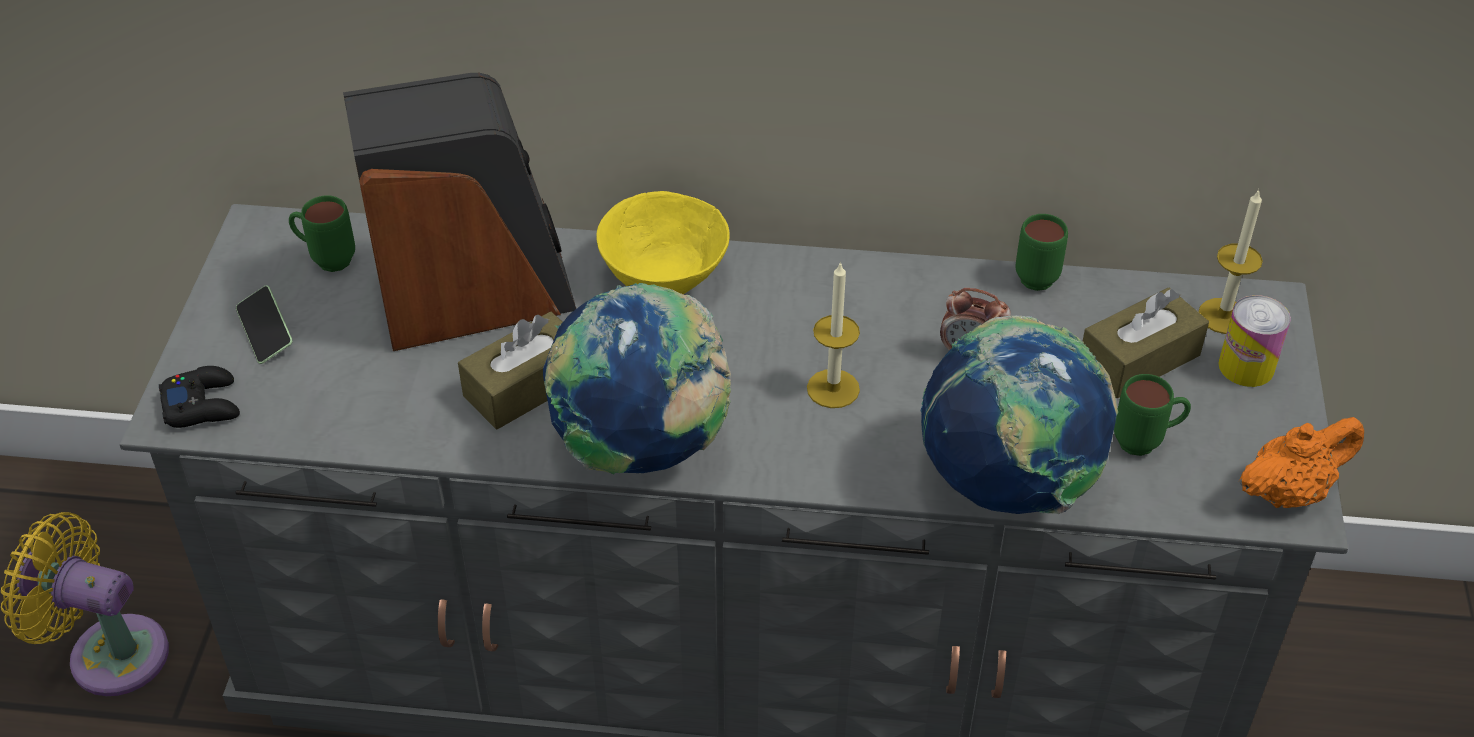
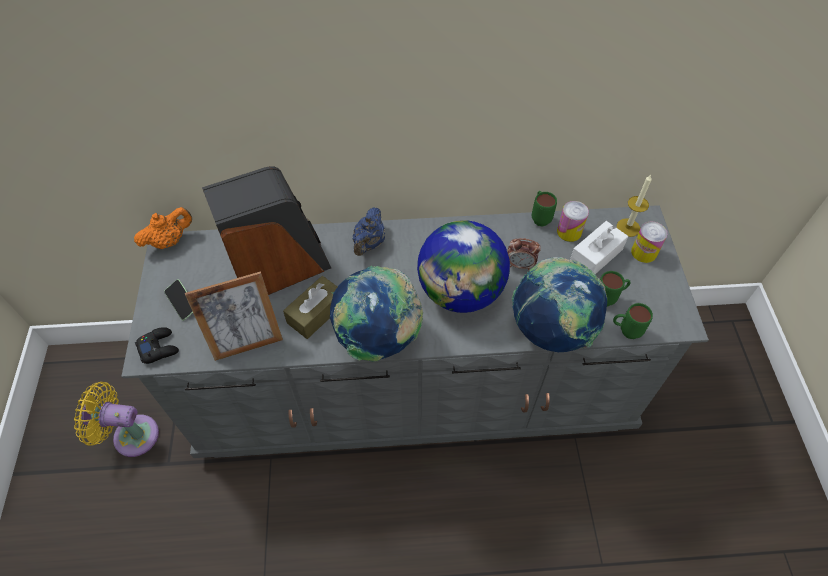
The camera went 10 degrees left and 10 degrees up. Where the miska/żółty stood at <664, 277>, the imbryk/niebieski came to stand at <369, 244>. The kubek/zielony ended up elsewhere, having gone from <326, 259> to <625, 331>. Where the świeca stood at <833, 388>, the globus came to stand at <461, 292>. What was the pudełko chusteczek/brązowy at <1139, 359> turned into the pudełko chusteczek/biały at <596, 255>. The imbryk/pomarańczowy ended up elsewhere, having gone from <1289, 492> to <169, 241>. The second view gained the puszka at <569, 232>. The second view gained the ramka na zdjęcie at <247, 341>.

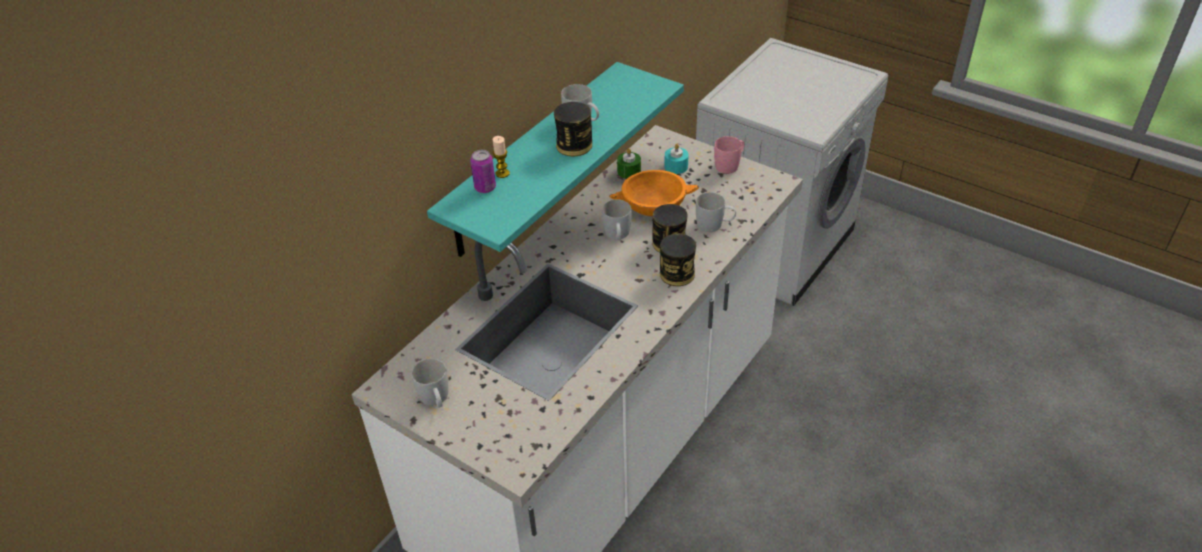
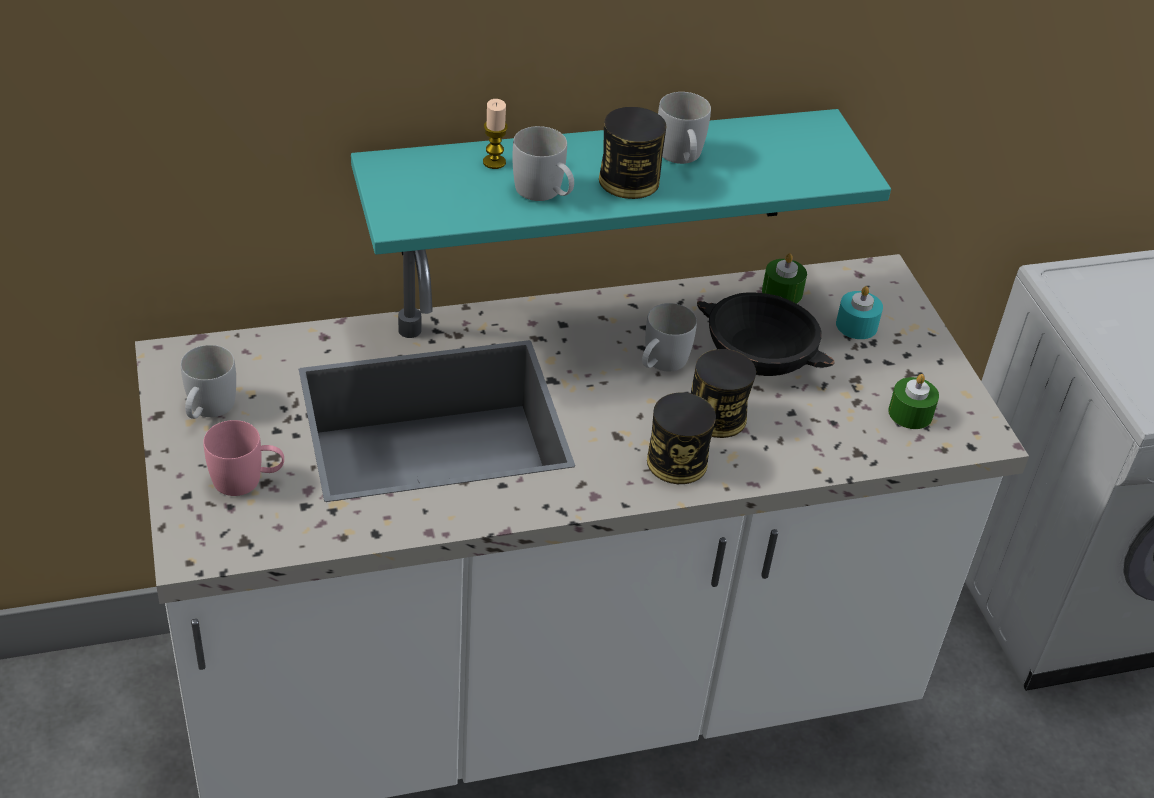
The camera went 35 degrees right and 0 degrees up. The kubek/różowy ended up elsewhere, having gone from <730, 165> to <247, 480>. The second view lost the puszka at <485, 188>. What was the miska/pomarańczowy at <653, 206> turned into the miska/czarny at <757, 356>. The kubek/biały ended up elsewhere, having gone from <714, 225> to <544, 193>. The second view gained the świeca/zielony at <910, 413>.

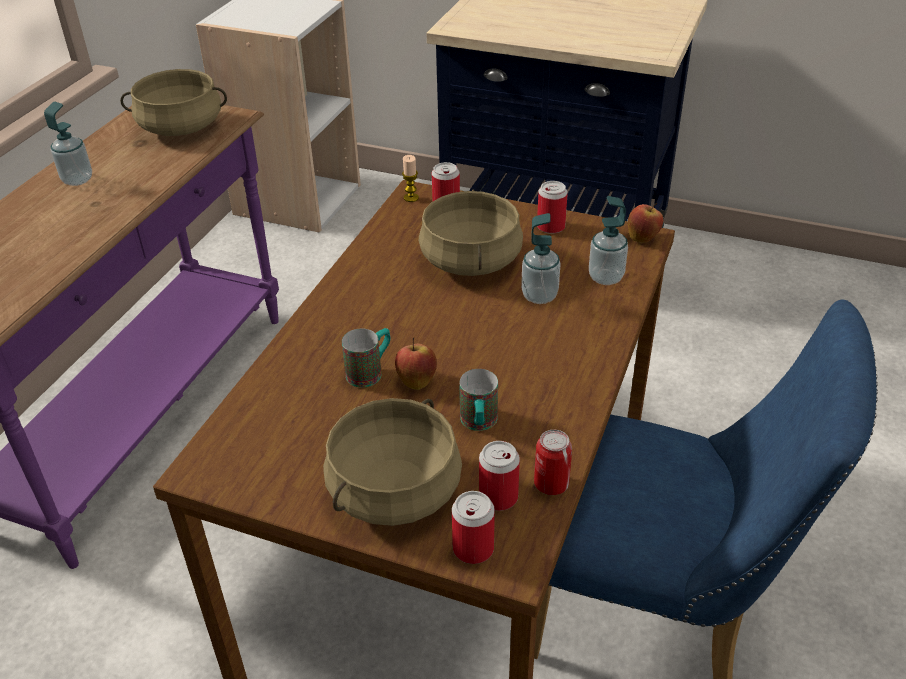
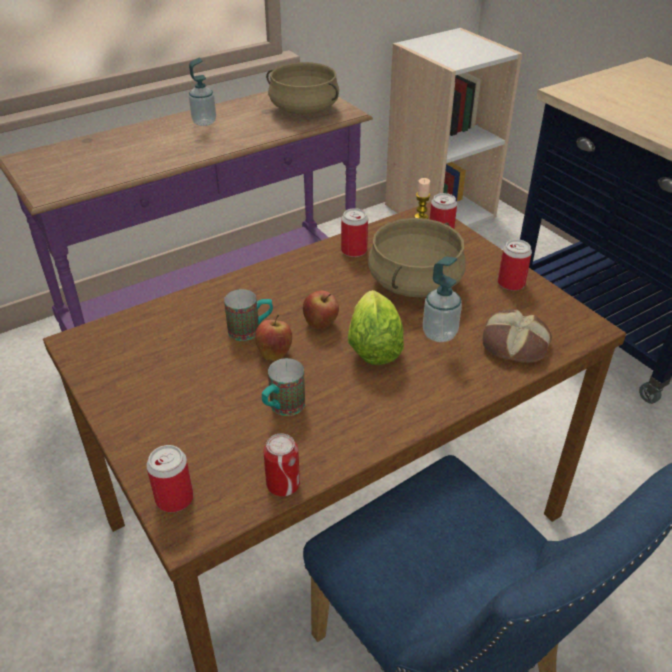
The camera went 35 degrees right and 0 degrees up. Where the dozownik mydła stood at <605, 277>, the chleb came to stand at <514, 344>. The jabłko ended up elsewhere, having gone from <643, 238> to <321, 324>. The second view lost the garnek/beżowy at <394, 489>. The puszka ended up elsewhere, having gone from <498, 497> to <354, 251>. The second view gained the sałata at <373, 344>.

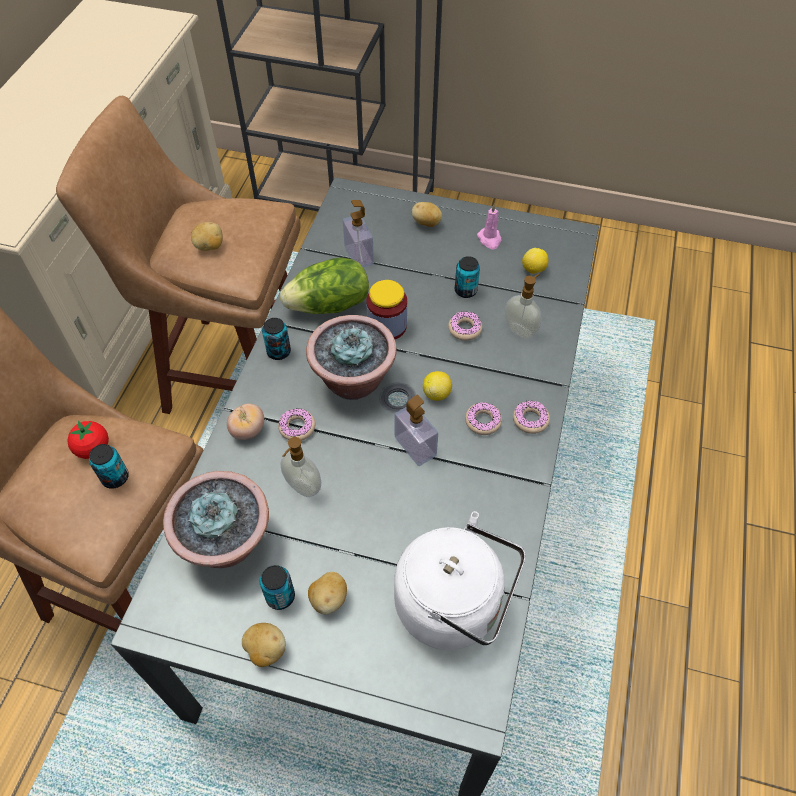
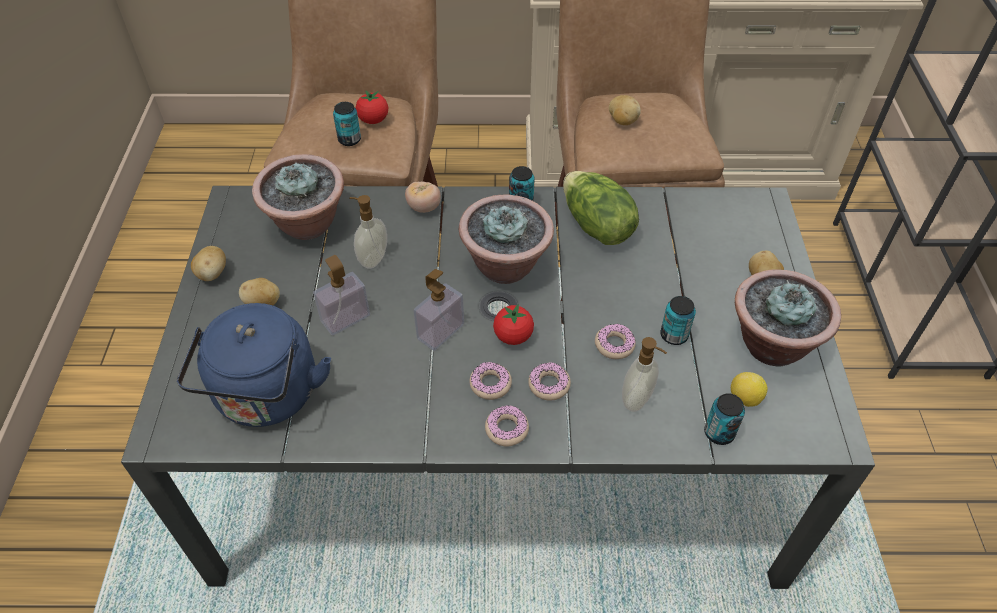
The camera went 75 degrees right and 5 degrees down. The dozownik mydła ended up elsewhere, having gone from <359, 255> to <345, 318>. Where the świeca/różowy stood at <489, 239>, the roślina doniczkowa came to stand at <771, 344>. The second view lost the słoik at <387, 326>. Where the cytryna stood at <436, 393>, the pomidor came to stand at <513, 336>. The donut ended up elsewhere, having gone from <297, 427> to <549, 385>. What was the czajnik/biały at <454, 605> turned into the czajnik/niebieski at <267, 398>. The puszka ended up elsewhere, having gone from <280, 596> to <719, 433>.

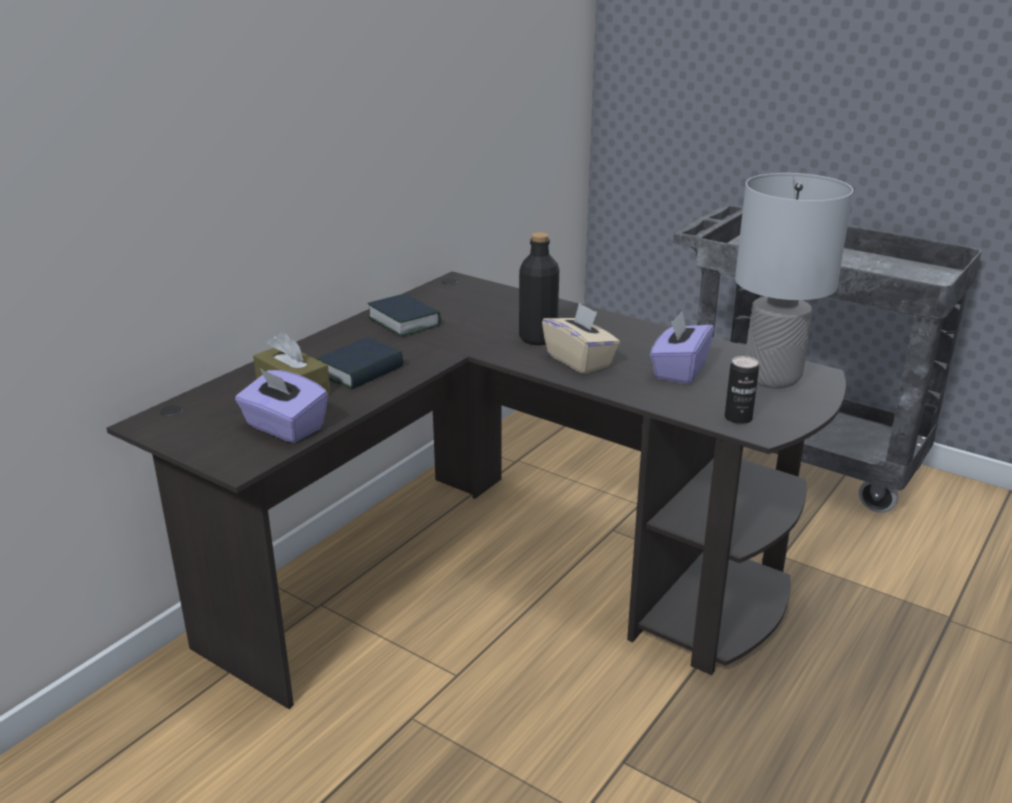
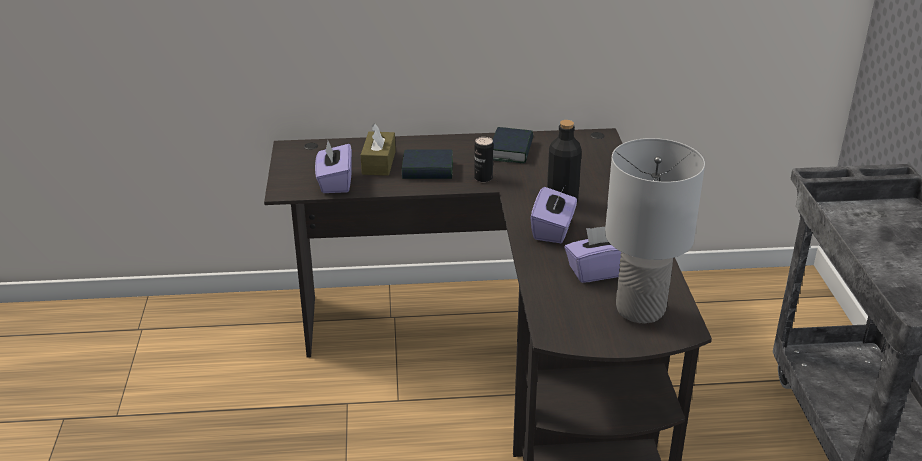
The camera went 50 degrees right and 5 degrees up. What was the pudełko chusteczek/beżowy at <579, 360> turned into the pudełko chusteczek/fioletowy at <553, 230>. The puszka ended up elsewhere, having gone from <738, 418> to <483, 178>.

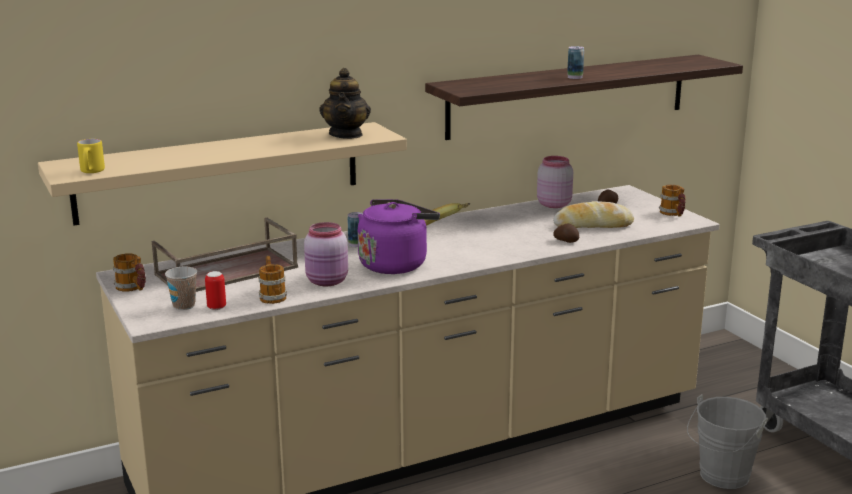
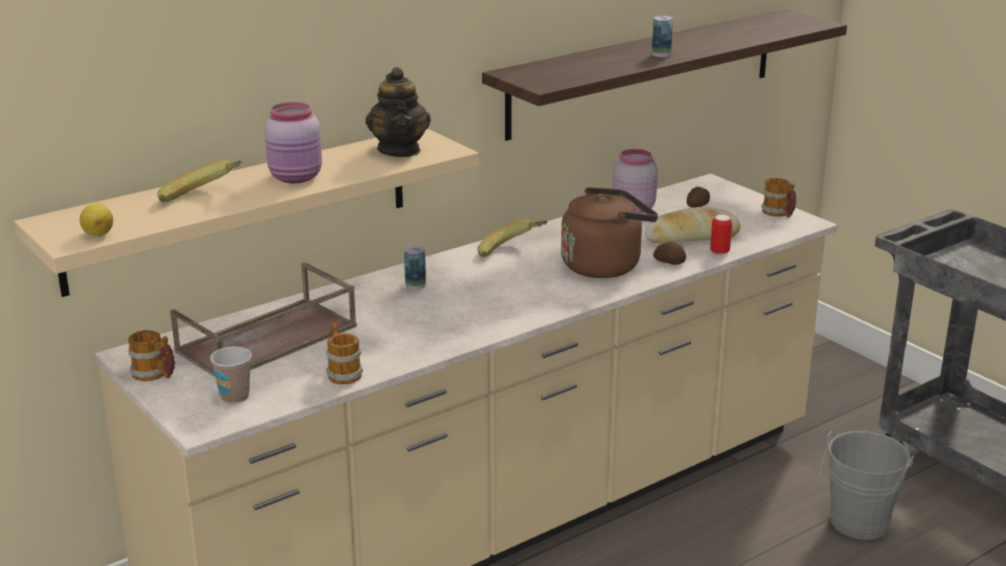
The camera went 10 degrees left and 5 degrees up. Where the kubek/żółty stood at <91, 172>, the cytryna came to stand at <98, 234>. The second view lost the czajnik/fioletowy at <395, 264>. The słoik/różowy ended up elsewhere, having gone from <328, 281> to <297, 177>. The puszka ended up elsewhere, having gone from <216, 307> to <719, 252>. The second view gained the banan at <204, 199>. The second view gained the czajnik/brązowy at <605, 265>.

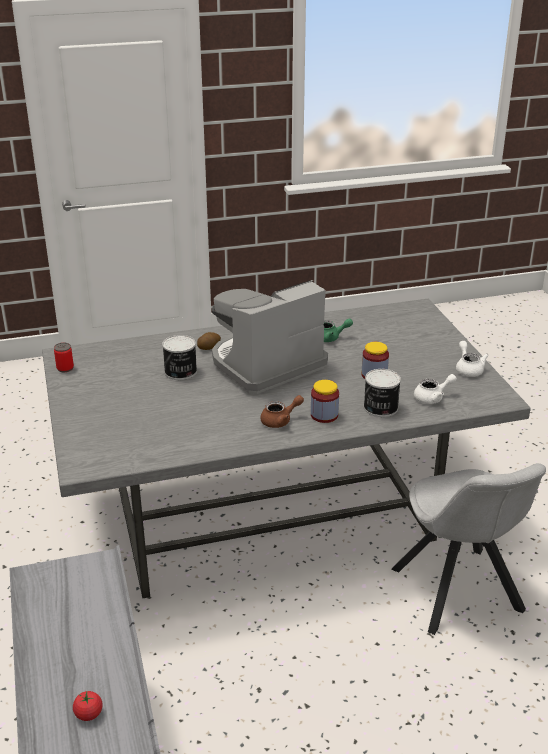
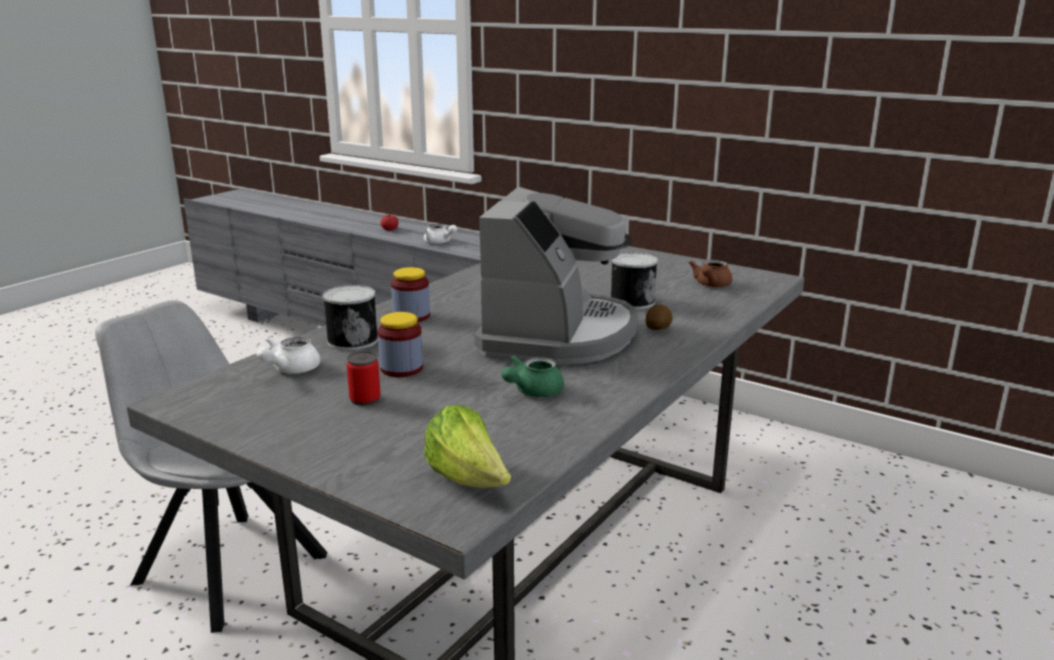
The camera went 140 degrees right and 10 degrees down. The imbryk/biały ended up elsewhere, having gone from <468, 369> to <439, 242>. The puszka ended up elsewhere, having gone from <65, 368> to <365, 399>. The imbryk/brązowy ended up elsewhere, having gone from <280, 421> to <710, 285>. The second view gained the sałata at <468, 480>.

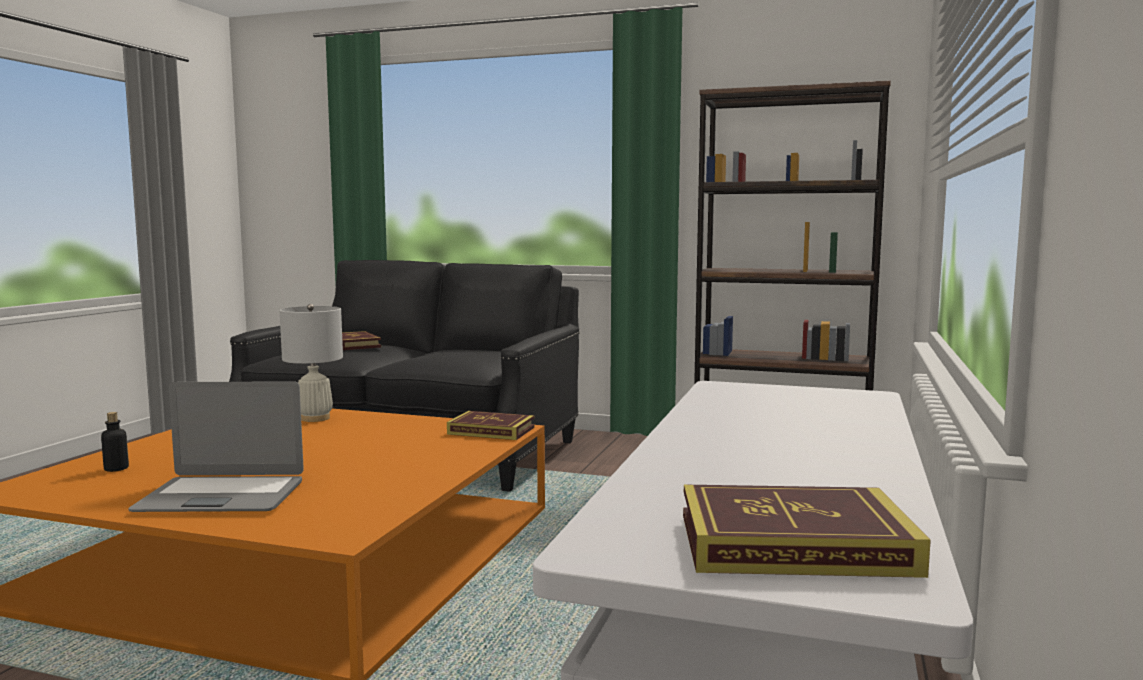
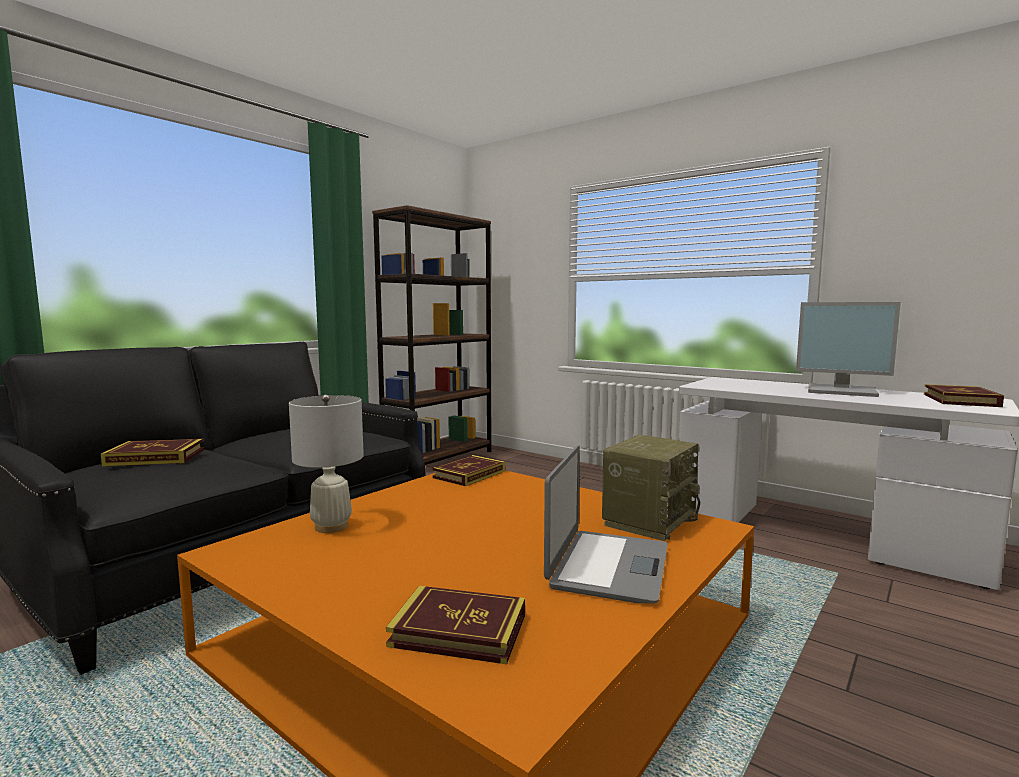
The camera went 70 degrees left and 0 degrees up. Where the butelka stood at <116, 469>, the książka came to stand at <459, 630>. The second view gained the monitor at <842, 391>. The second view gained the radio at <649, 520>.

